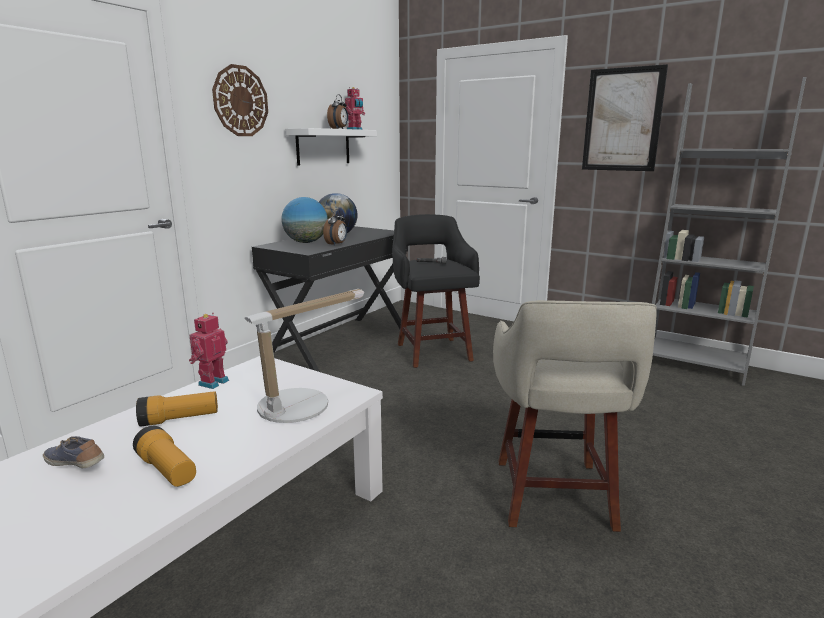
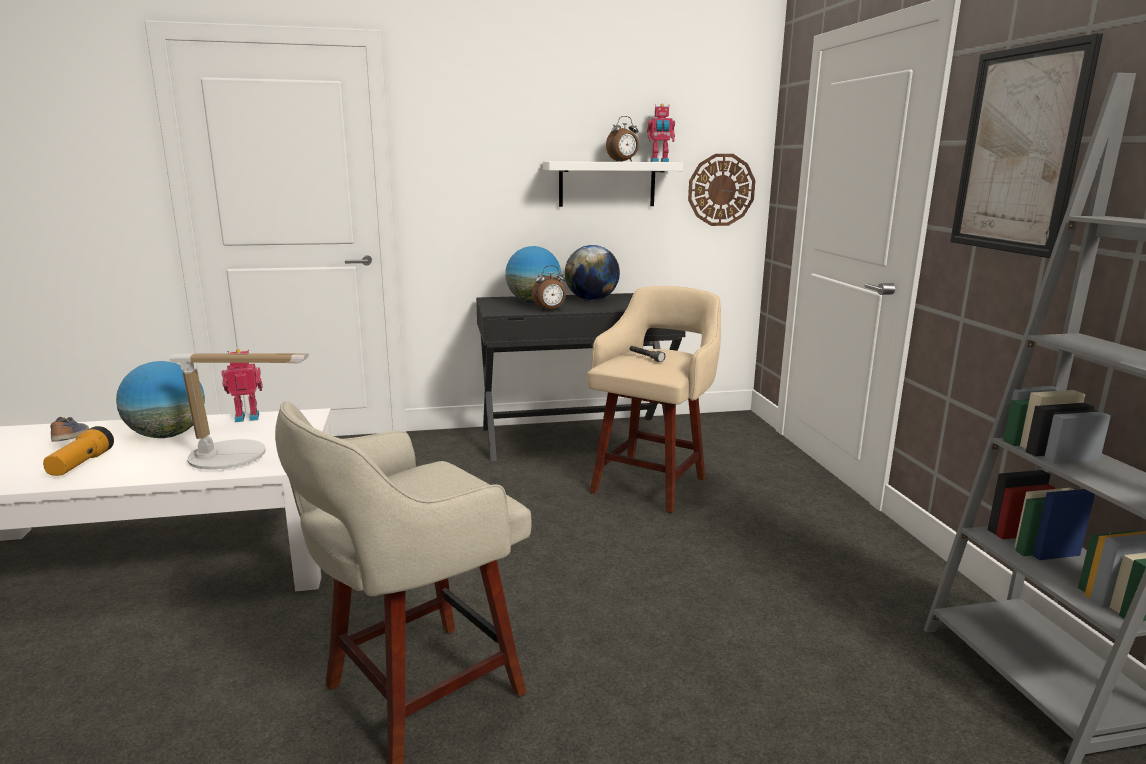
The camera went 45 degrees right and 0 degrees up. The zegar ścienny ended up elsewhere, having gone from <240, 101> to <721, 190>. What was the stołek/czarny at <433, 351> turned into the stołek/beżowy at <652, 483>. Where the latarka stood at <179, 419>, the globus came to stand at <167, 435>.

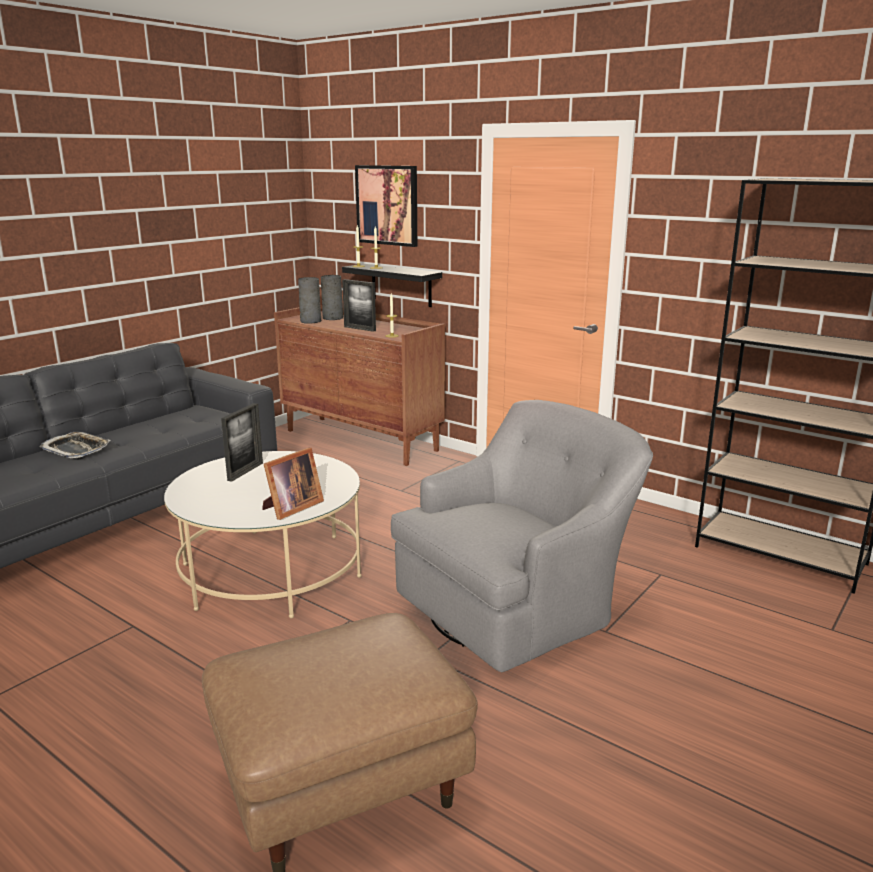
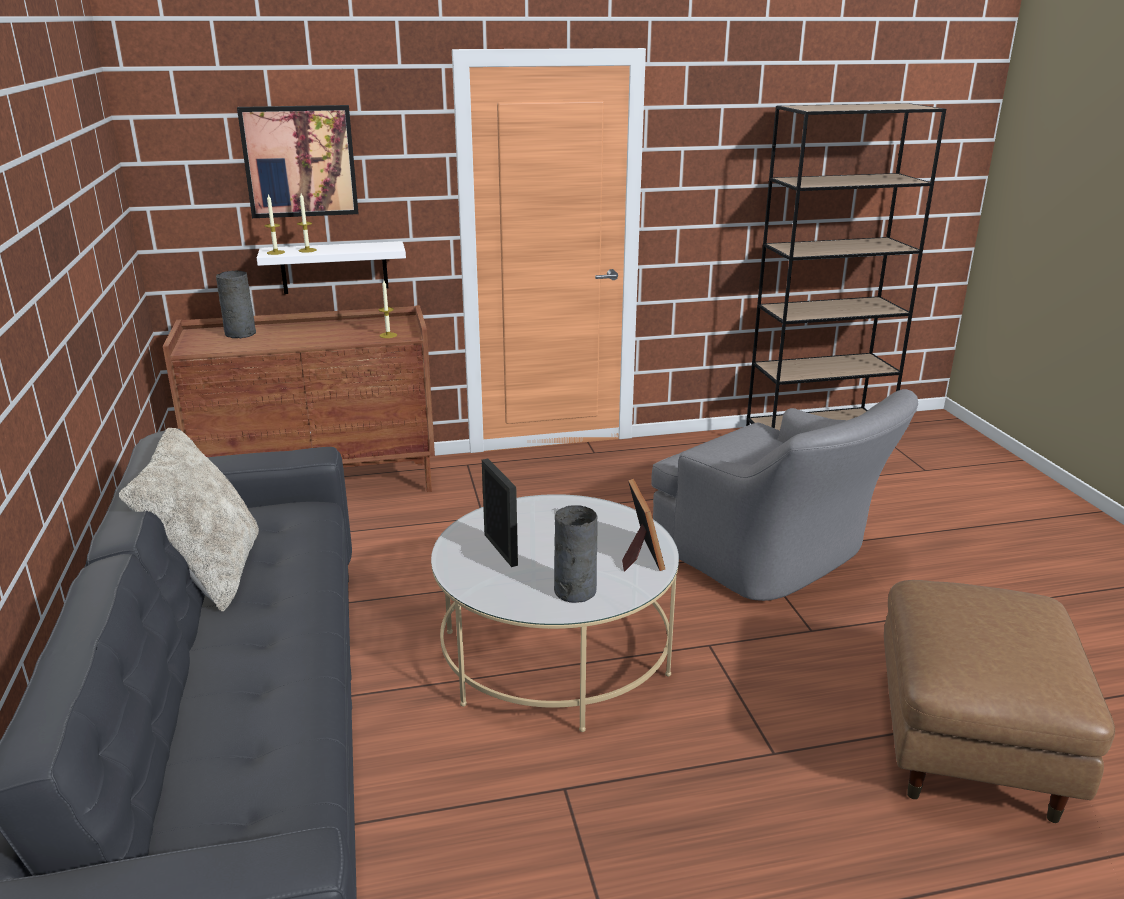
The camera went 50 degrees left and 5 degrees up. What was the półka/czarny at <401, 285> turned into the półka/biały at <334, 267>. The wazon/szary ended up elsewhere, having gone from <310, 321> to <574, 591>. The second view lost the ramka na zdjęcie at <359, 329>. The fotel/szary at <516, 604> ended up facing another way, 135 degrees clockwise from before. The second view lost the taca at <76, 450>. The second view gained the poduszka/beżowy at <209, 571>.

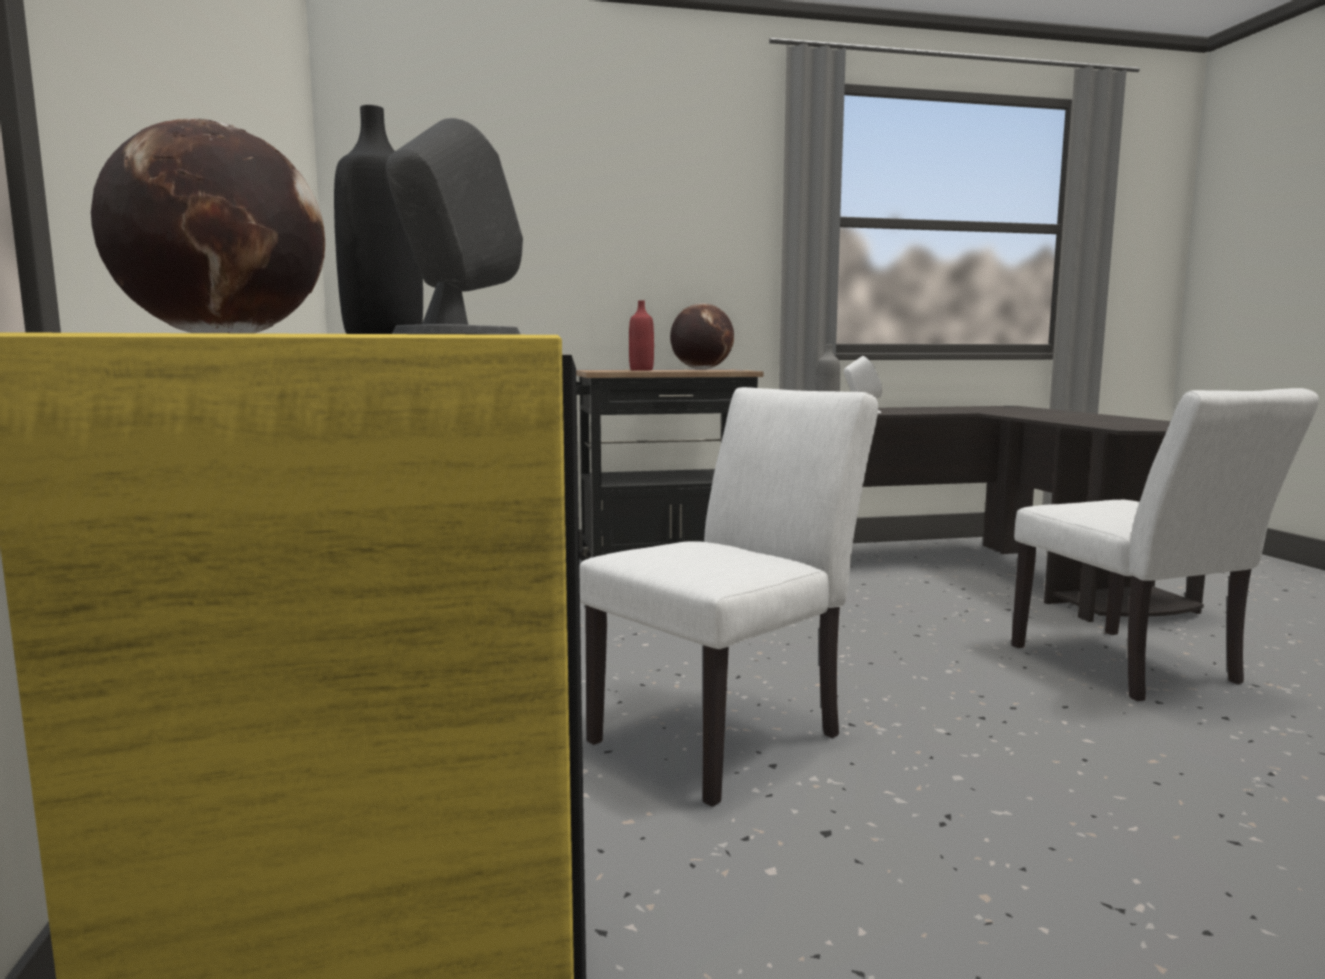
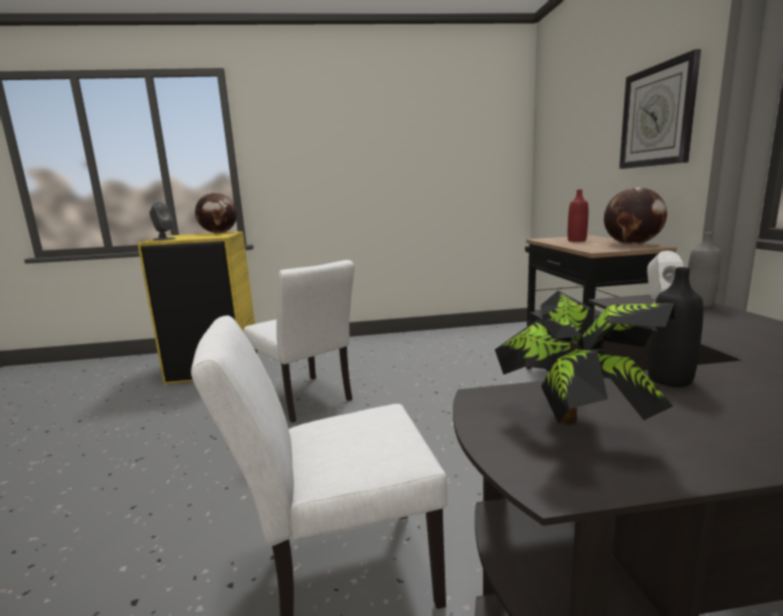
The camera went 95 degrees right and 5 degrees up. The butelka/czarny ended up elsewhere, having gone from <383, 336> to <670, 379>. The second view gained the zegar ścienny at <657, 116>. The second view gained the roślina doniczkowa at <574, 430>.

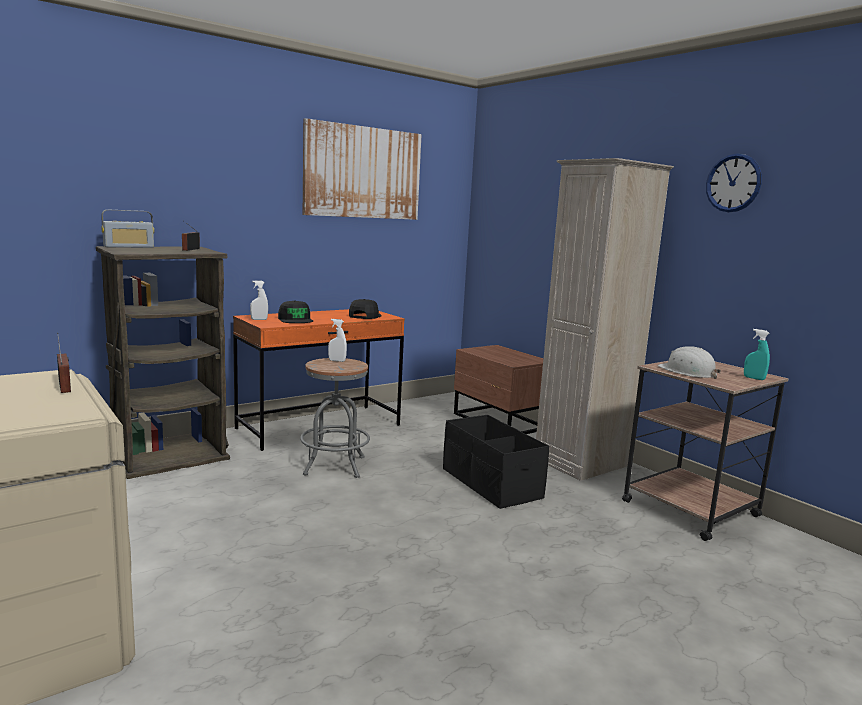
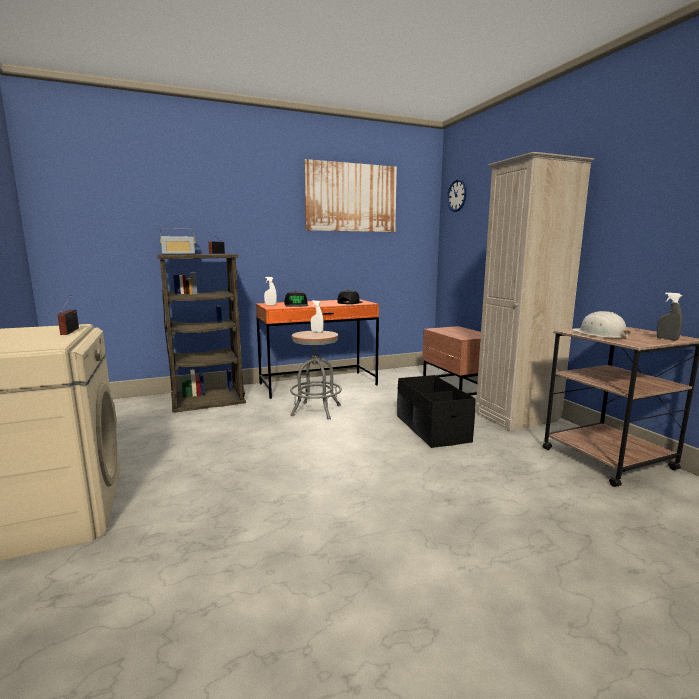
The camera went 15 degrees right and 0 degrees up. The zegar ścienny ended up elsewhere, having gone from <733, 183> to <457, 195>. What was the spryskiwacz/turkusowy at <754, 378> turned into the spryskiwacz/szary at <667, 339>.

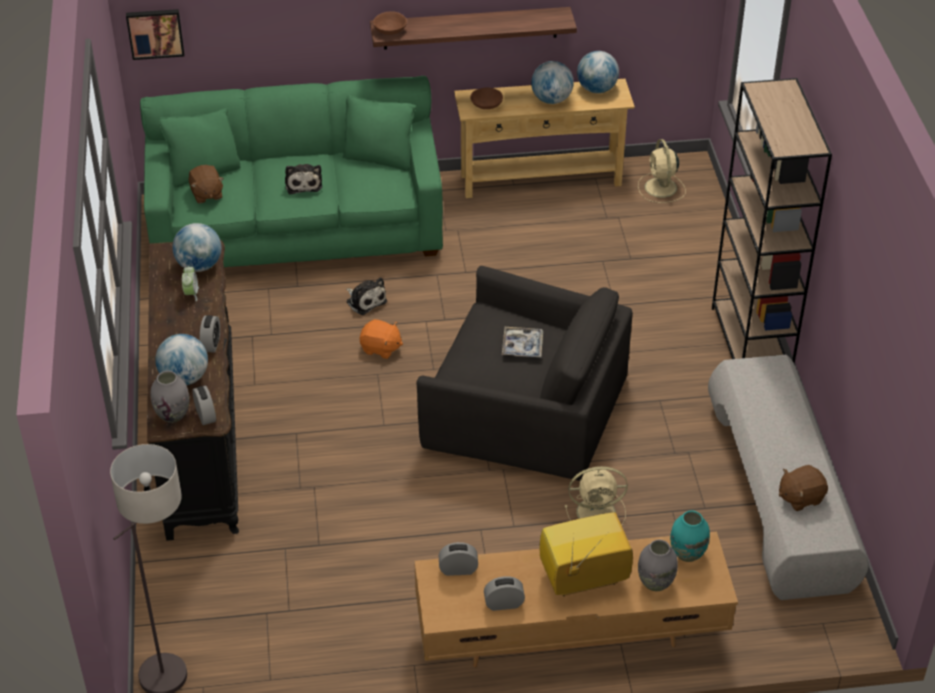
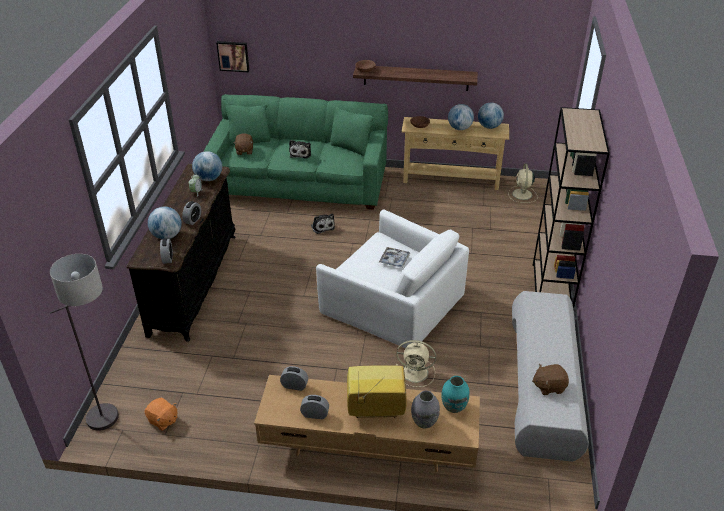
The camera went 15 degrees right and 5 degrees down. What was the fotel/czarny at <525, 409> turned into the fotel/biały at <393, 302>. The pluszak/pomarańczowy ended up elsewhere, having gone from <381, 348> to <163, 420>. The second view lost the wazon/szary at <173, 415>.

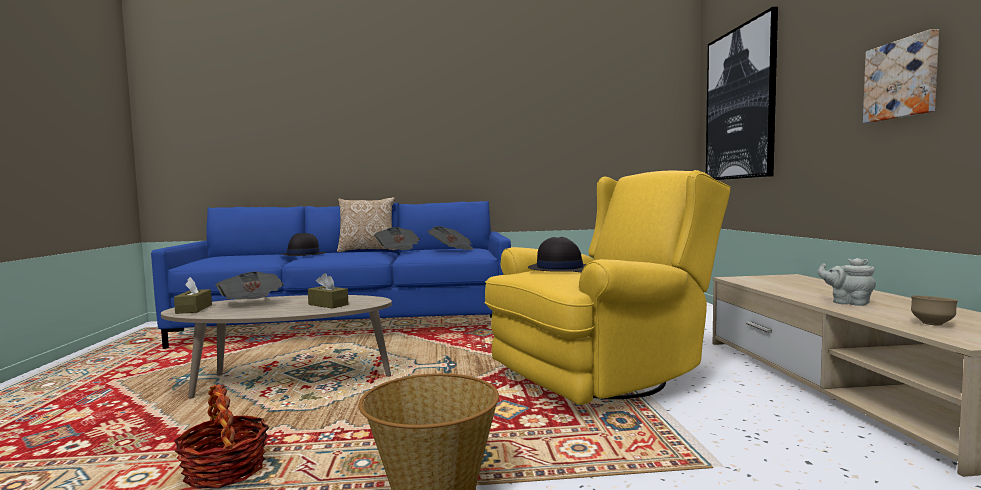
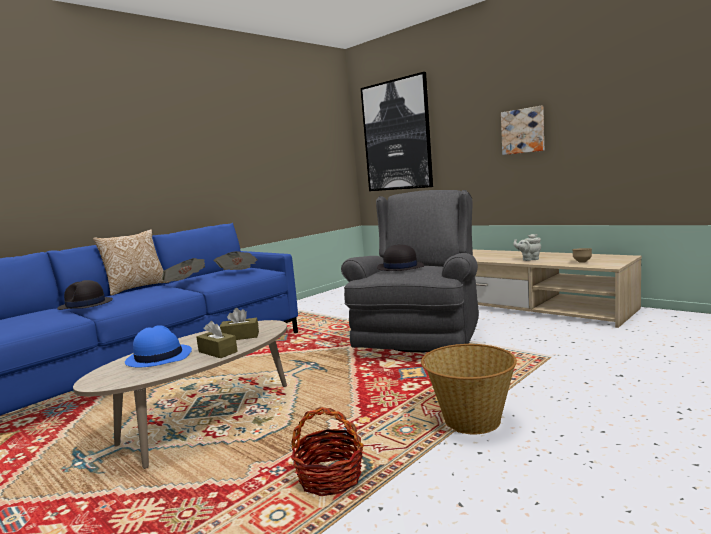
The camera went 40 degrees left and 5 degrees up. What was the fotel/żółty at <602, 378> turned into the fotel/szary at <421, 339>. Where the gazeta stood at <252, 304>, the kapelusz/niebieski came to stand at <158, 357>. The pudełko chusteczek/brązowy ended up elsewhere, having gone from <194, 309> to <218, 352>.

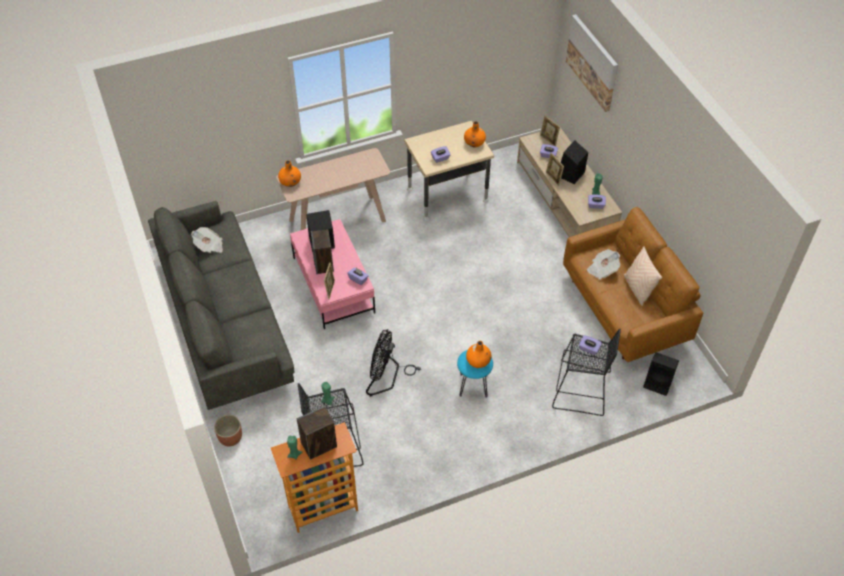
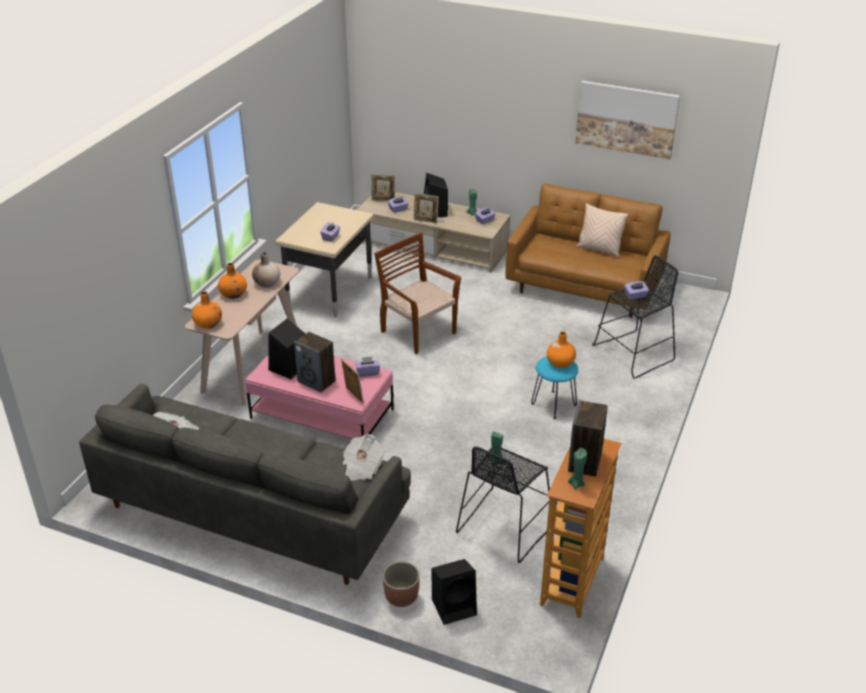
The camera went 45 degrees left and 15 degrees down. The obraz ended up elsewhere, having gone from <592, 62> to <626, 119>. The wazon/pomarańczowy ended up elsewhere, having gone from <474, 143> to <234, 294>. The gazeta ended up elsewhere, having gone from <602, 269> to <362, 467>. The second view lost the wentylator/czarny at <388, 374>. The głośnik/czarny ended up elsewhere, having gone from <659, 383> to <455, 606>. The second view gained the fotel/brązowy at <418, 332>. The second view gained the wazon/beżowy at <267, 283>.

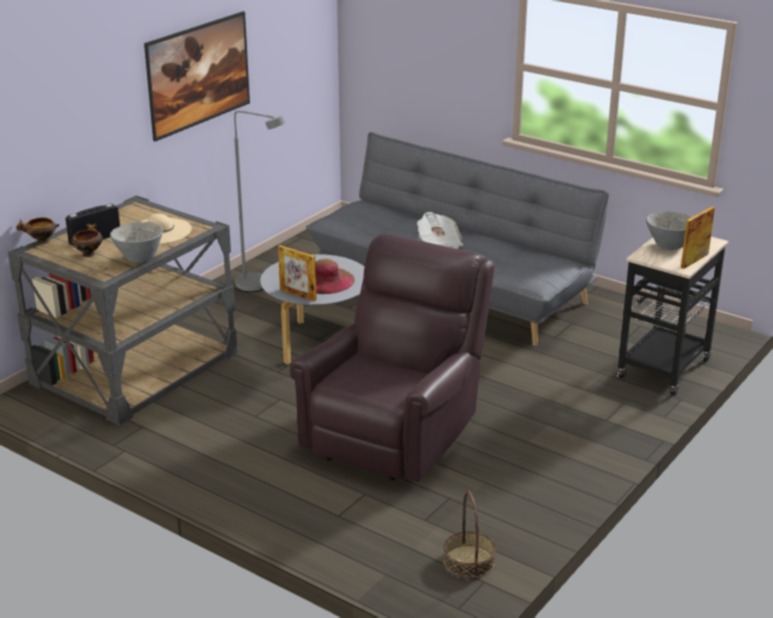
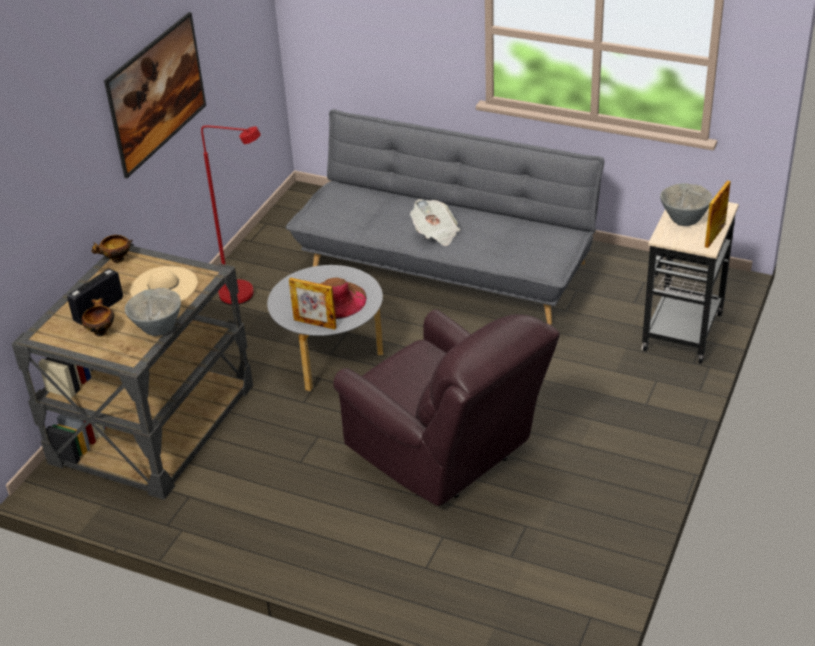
The camera went 10 degrees left and 10 degrees up. What was the lampa stojąca/szary at <260, 286> turned into the lampa stojąca/czerwony at <246, 295>. The miska ended up elsewhere, having gone from <41, 242> to <116, 260>. The fotel/brązowy at <395, 432> ended up facing another way, 120 degrees clockwise from before. The second view lost the koszyk at <469, 561>.

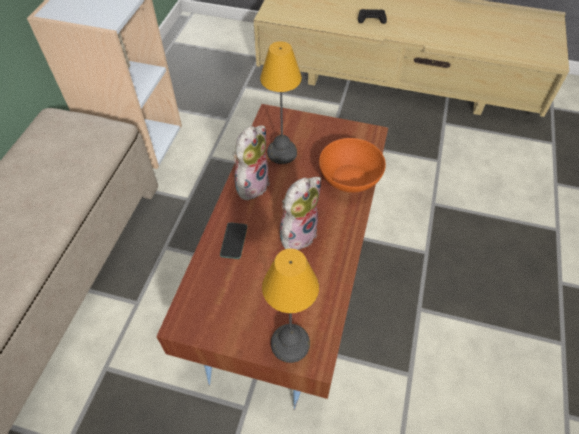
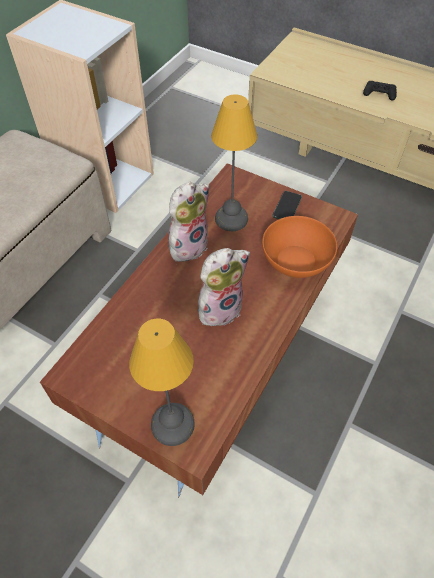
The camera went 15 degrees right and 0 degrees up. The telefon ended up elsewhere, having gone from <234, 241> to <287, 207>.

